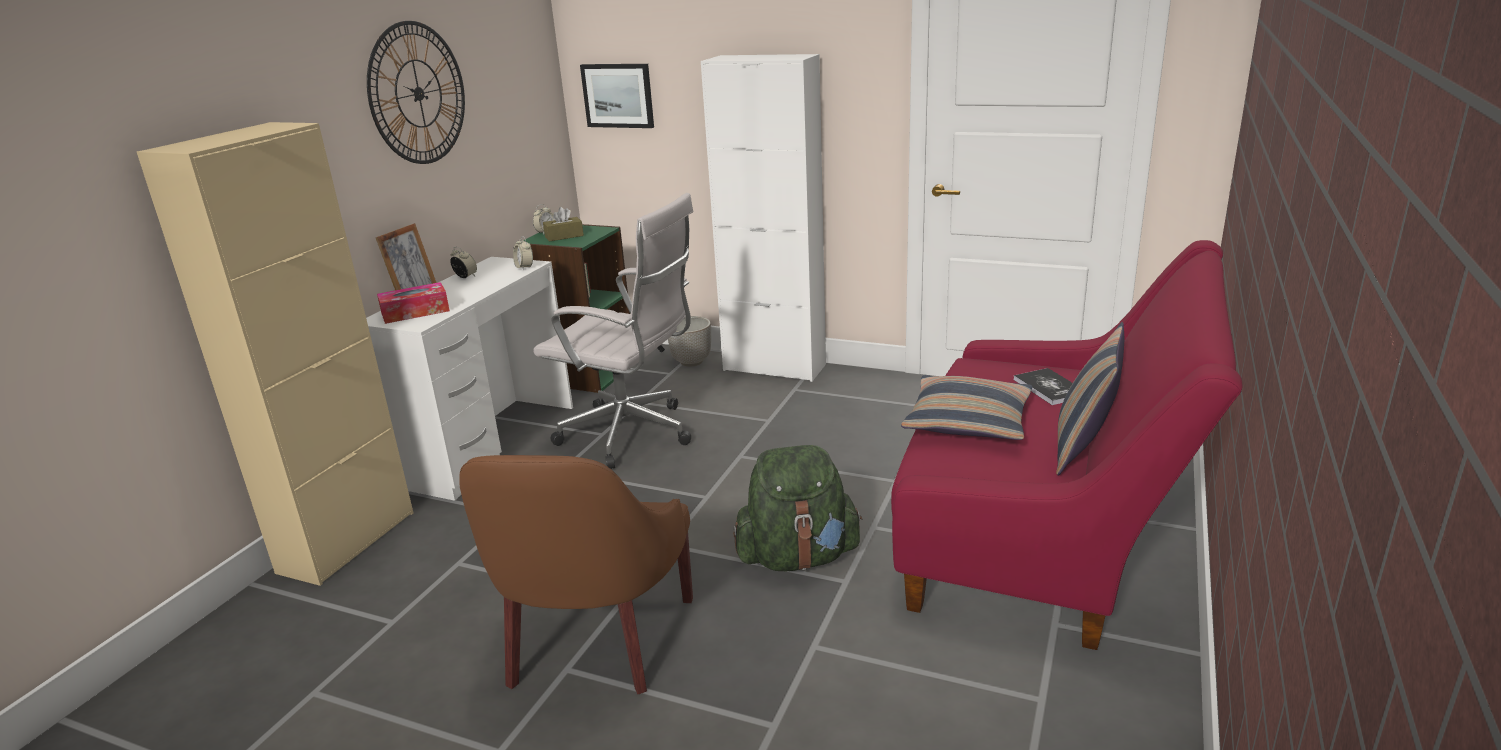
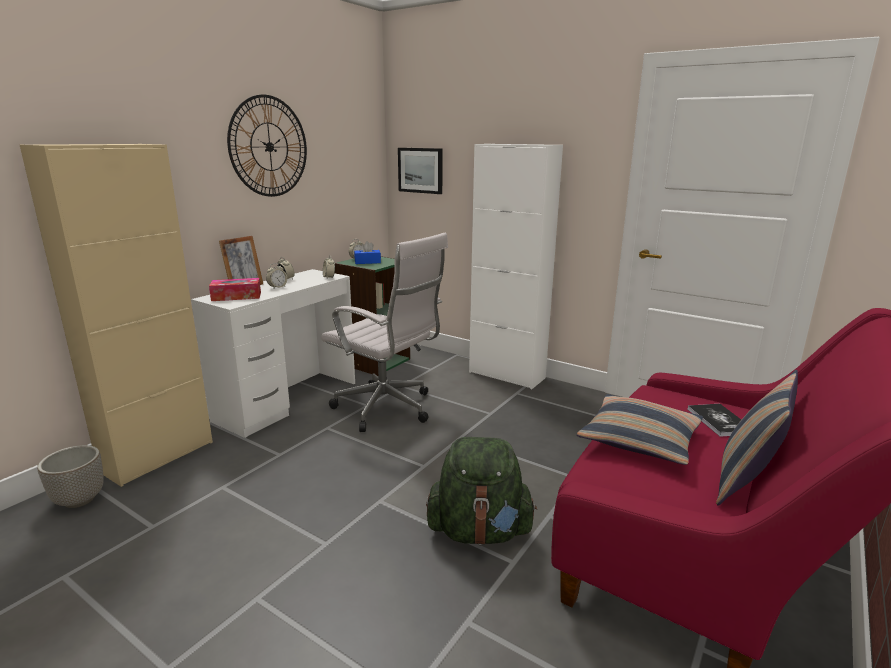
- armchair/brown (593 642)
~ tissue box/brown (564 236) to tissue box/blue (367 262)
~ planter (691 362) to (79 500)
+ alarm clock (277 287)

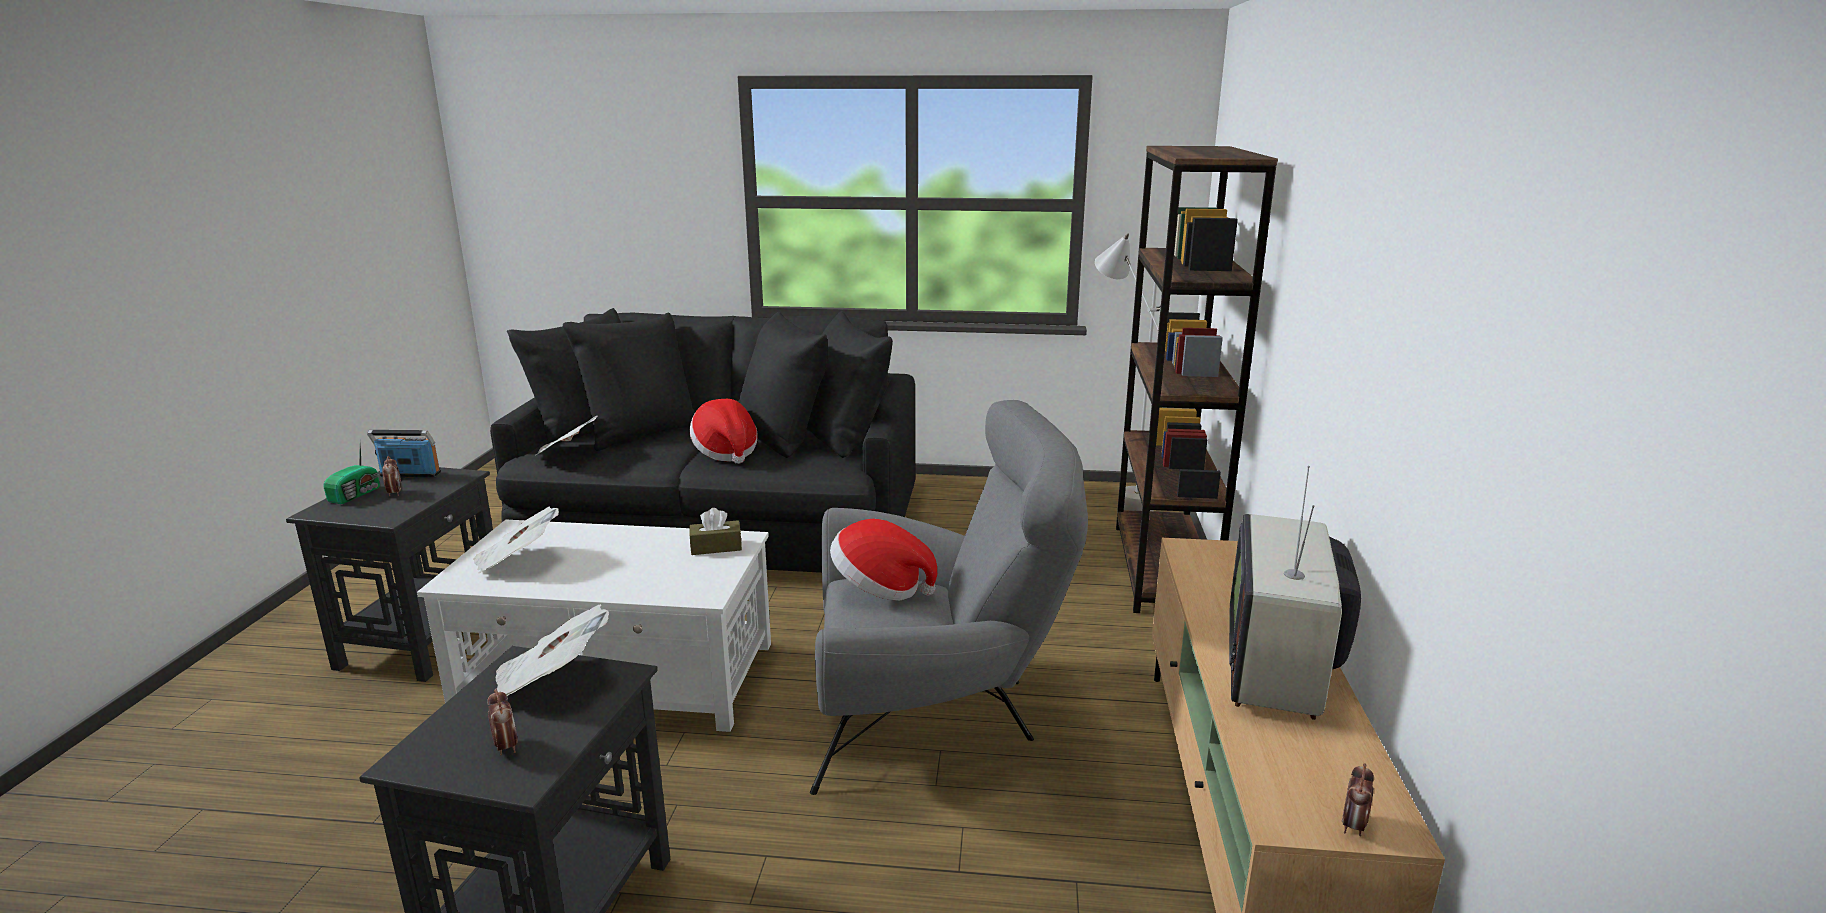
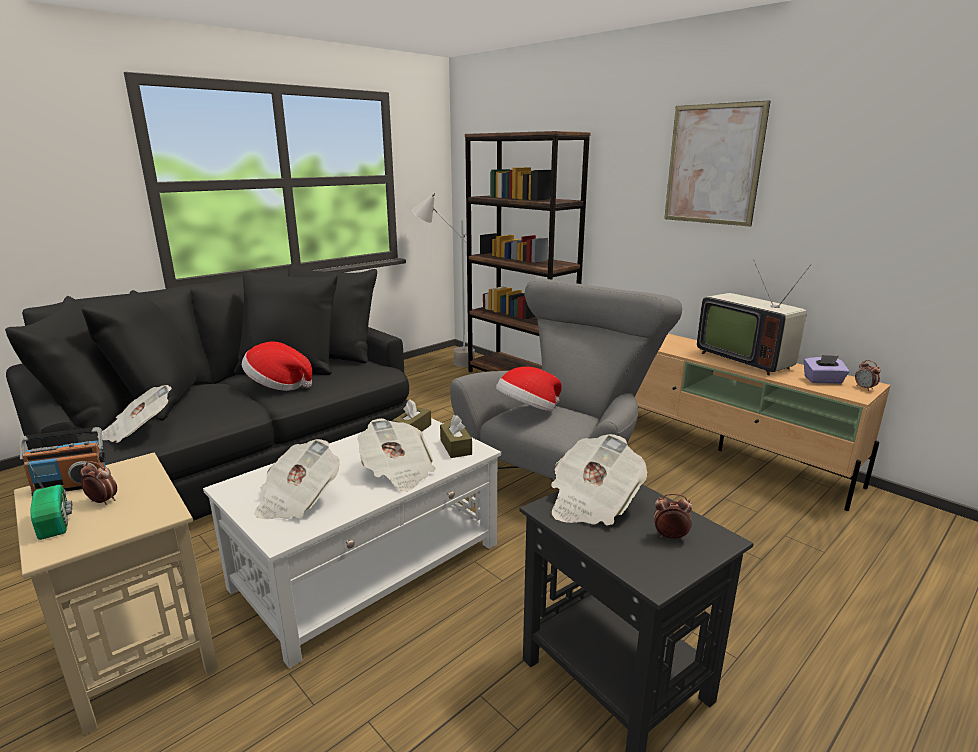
~ side table/black (425 639) to side table/beige (139 651)
~ radio (410 475) = (72 486) 150 degrees counterclockwise
+ newspaper (397 472)
+ tissue box/brown (456 447)
+ picture (713 164)
+ tissue box/purple (823 380)

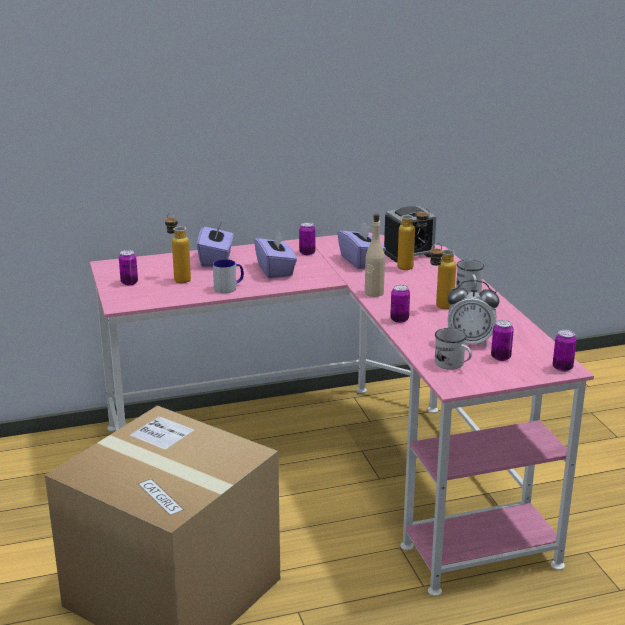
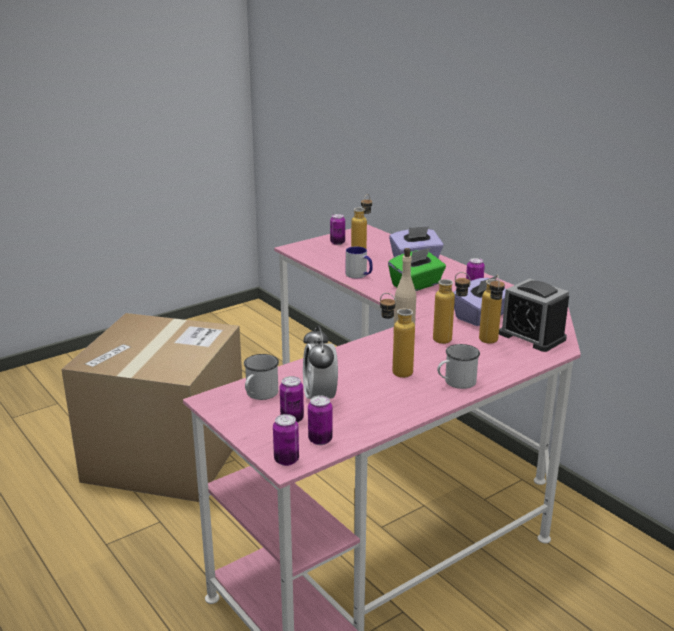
~ tissue box/purple (275 270) to tissue box/green (416 285)
~ can (399 319) to (320 440)
+ bottle (449 342)

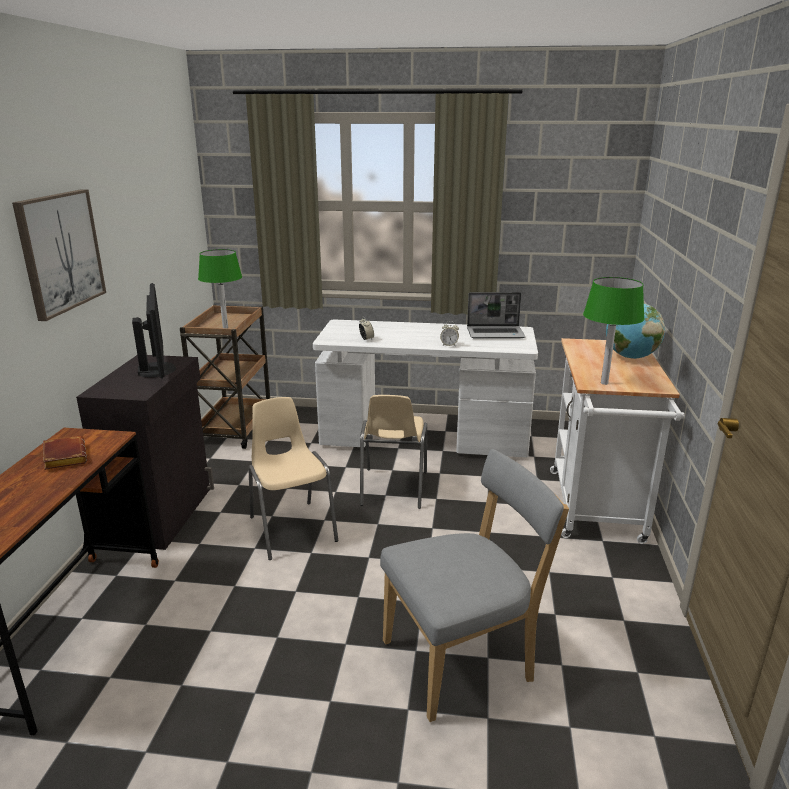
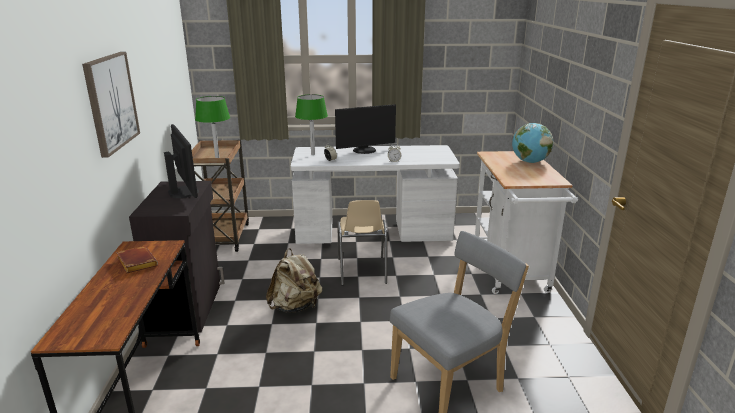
~ chair/beige (292 528) to backpack/beige (295 307)
- laptop (496 333)
~ table lamp/green (604 383) to (313 154)
+ monitor (365 150)

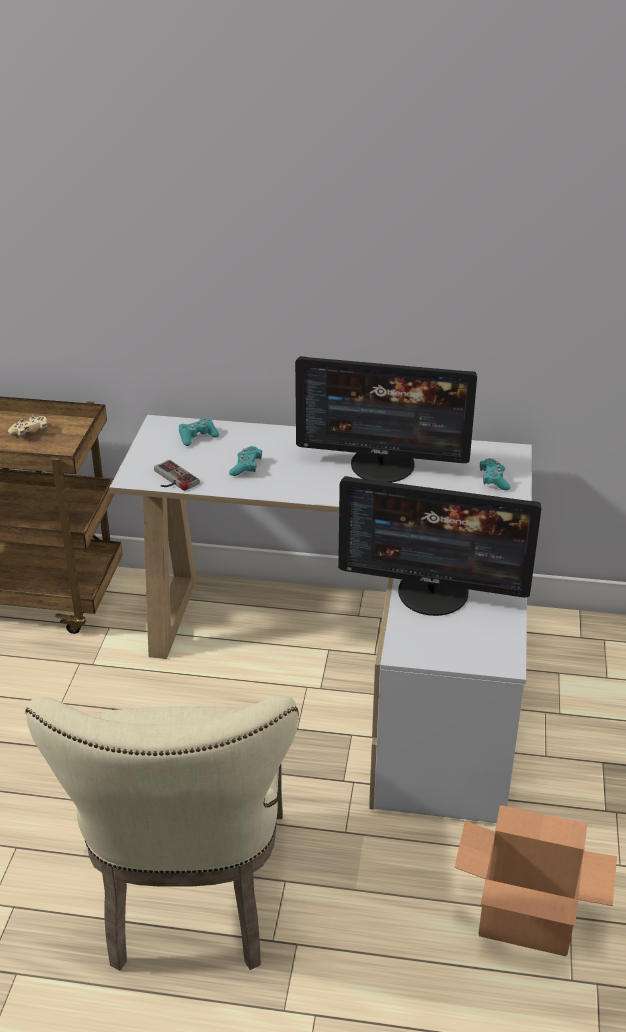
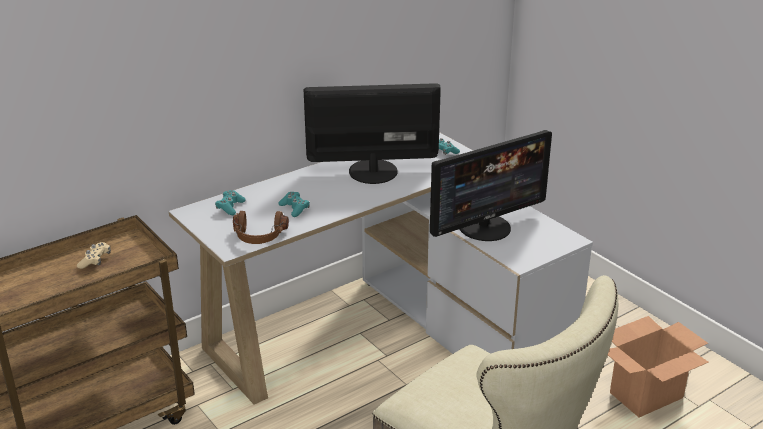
~ game controller (171 479) to headphones/brown (259 237)
~ monitor (383 465) = (372 171) 150 degrees counterclockwise

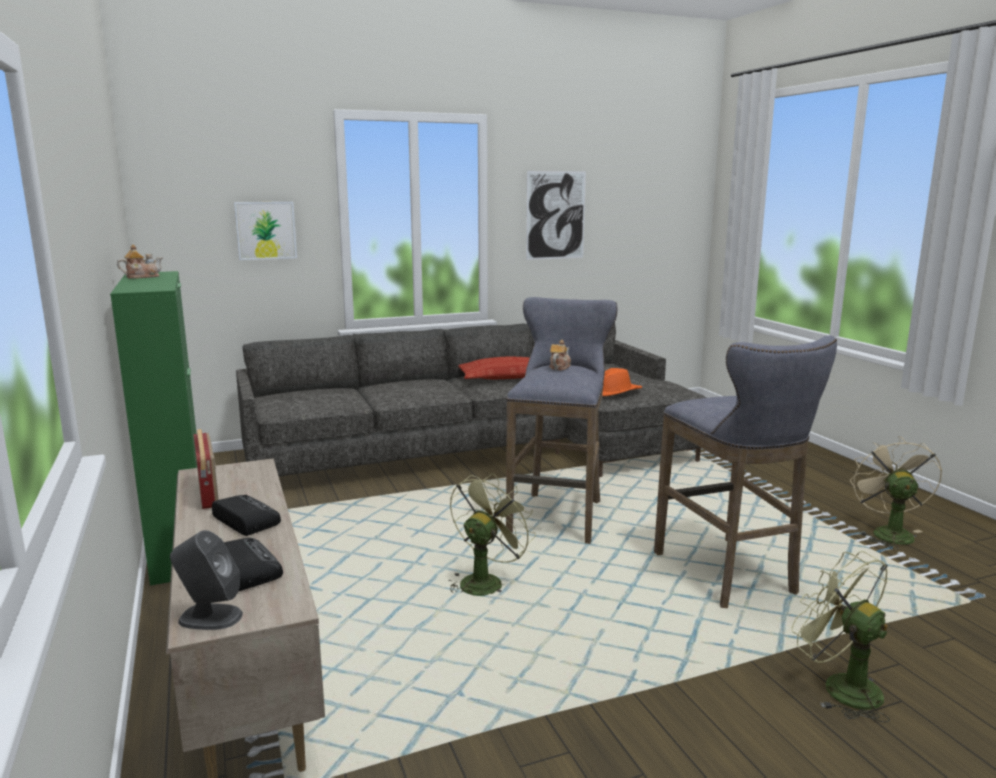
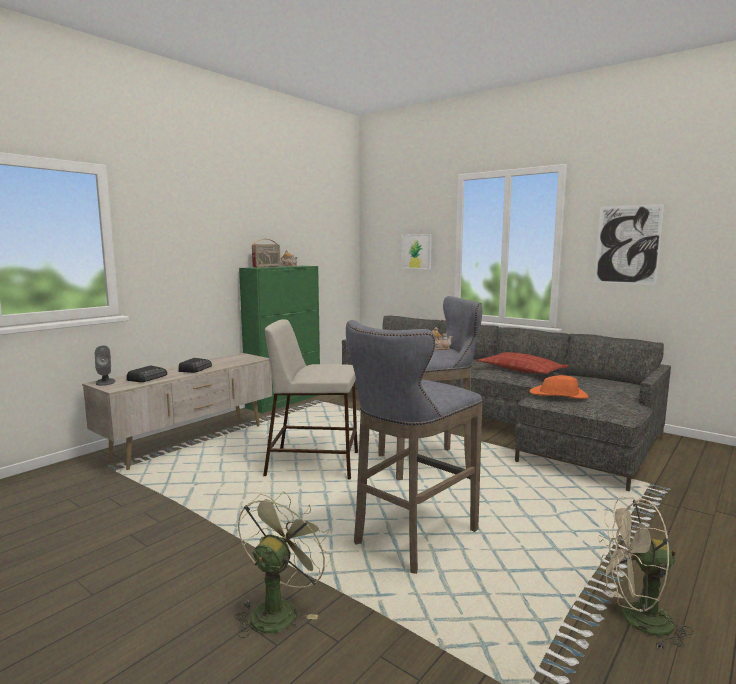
~ radio (209 494) to (267 266)
~ fan/green (485 581) to stool/beige (314 464)
~ fan/beige (887 532) = (636 620) 150 degrees counterclockwise

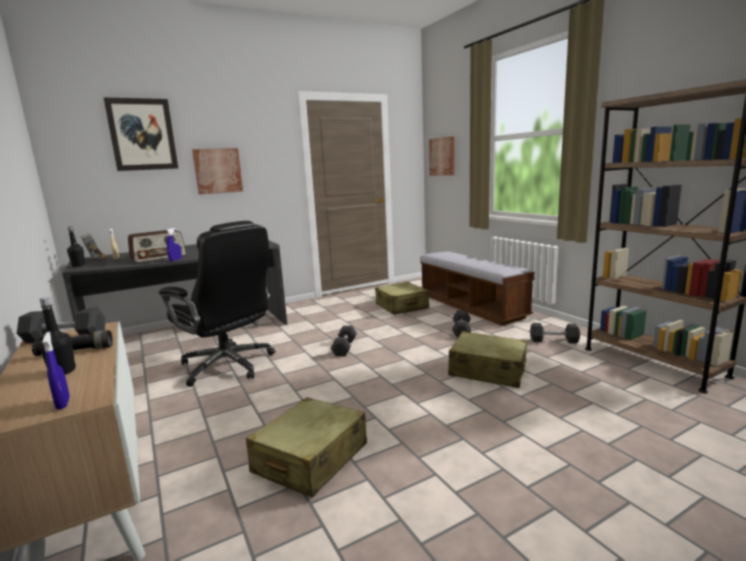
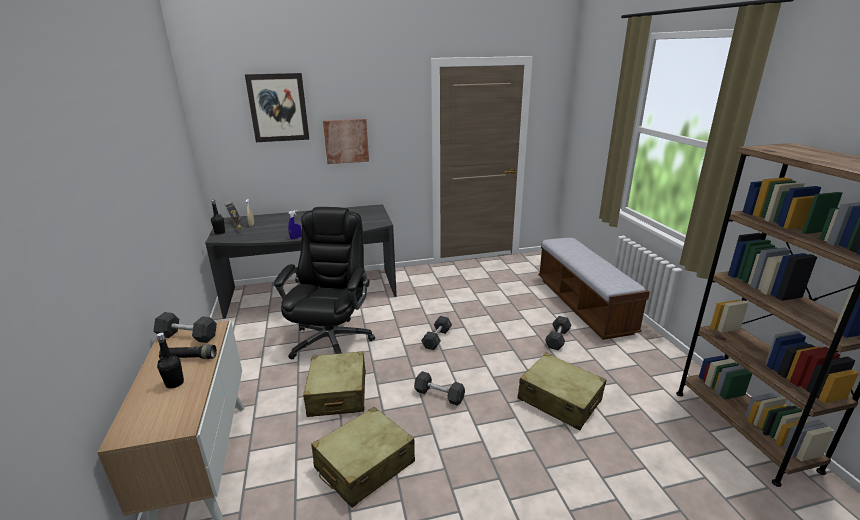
- spray bottle/blue (63 403)
- radio (158 257)
~ office chair/black (228 365) = (332 340) 135 degrees counterclockwise
~ suitcase/beige (401 307) to (338 394)
- picture (442 156)
~ dumbbell/grey (554 340) to (439 395)

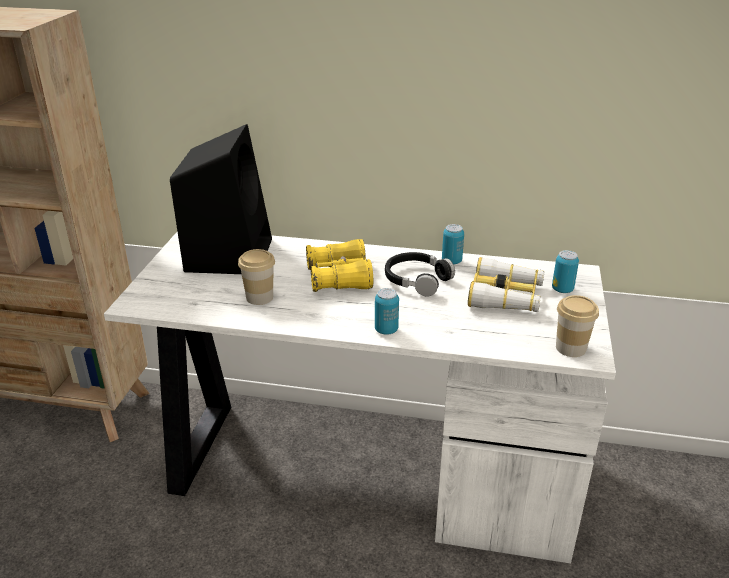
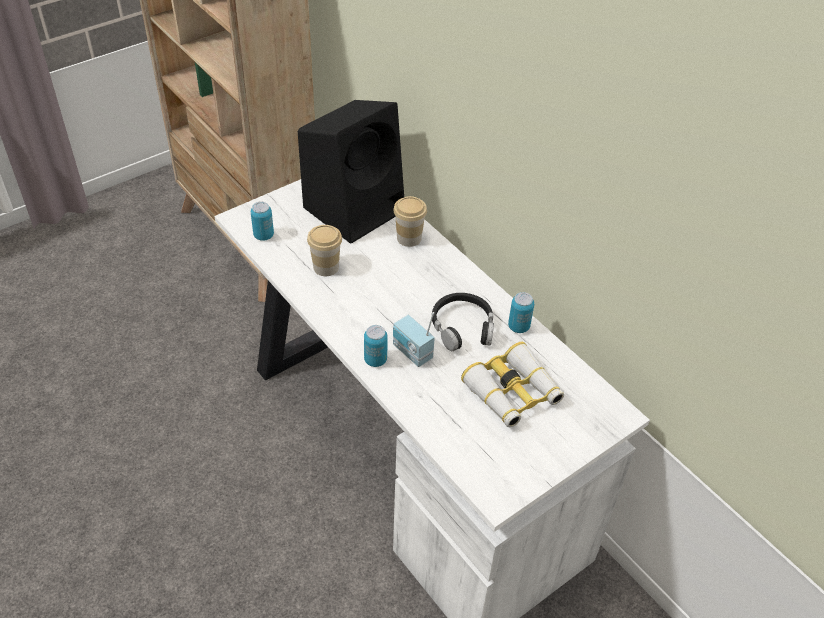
- binoculars/yellow (339 278)
~ can (562 289) to (263 235)
~ cup (570 348) to (409 238)
+ radio (411 353)

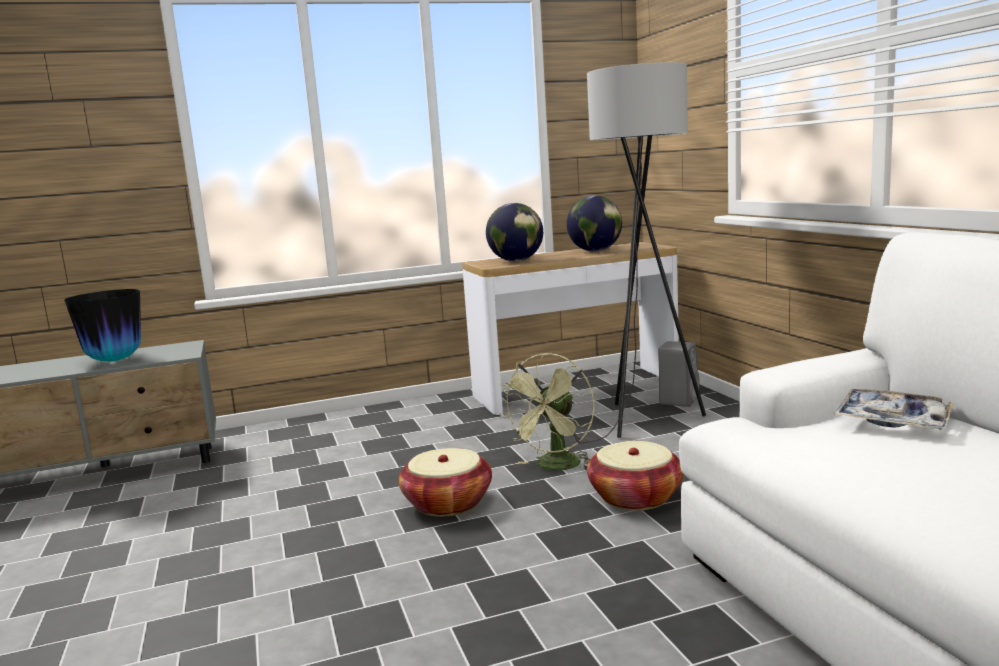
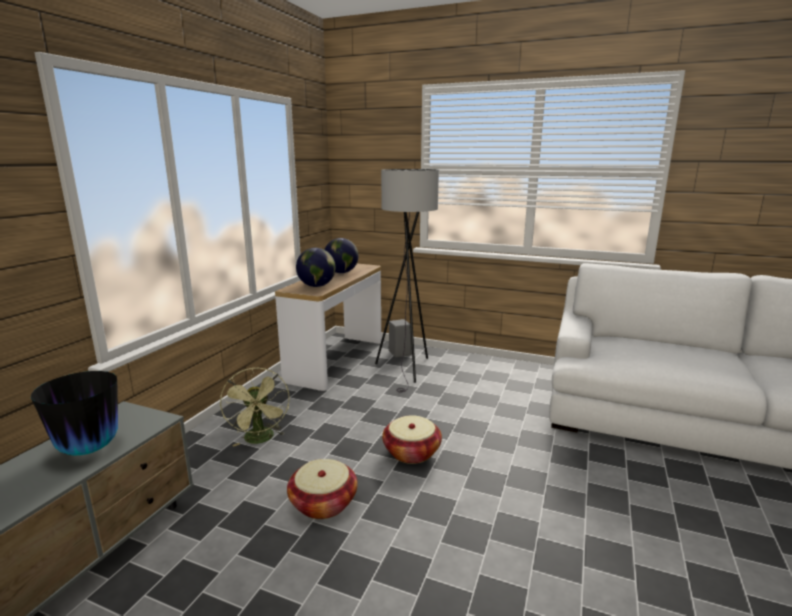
~ fan/green (555 467) to (260 440)
~ basket (635 497) to (323 503)
- tray (893 420)

